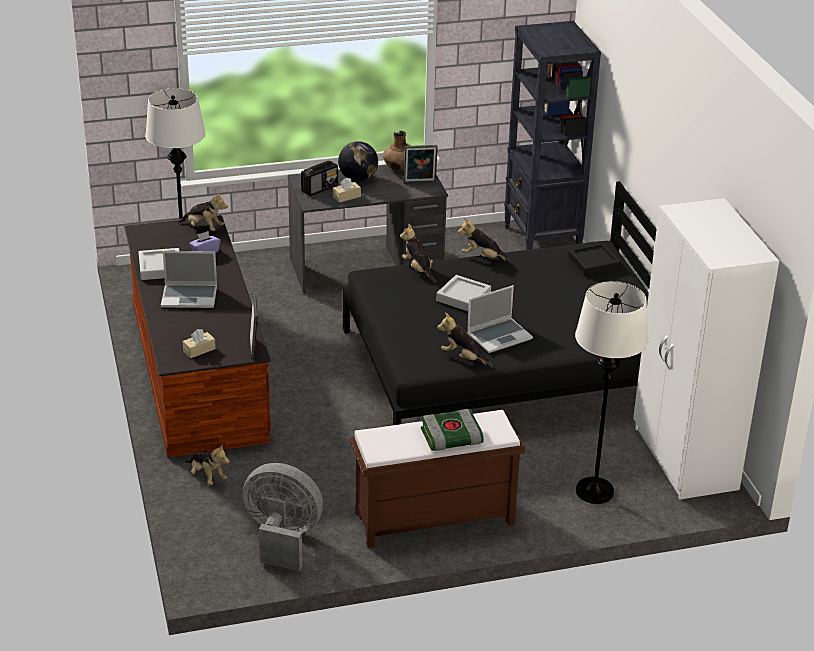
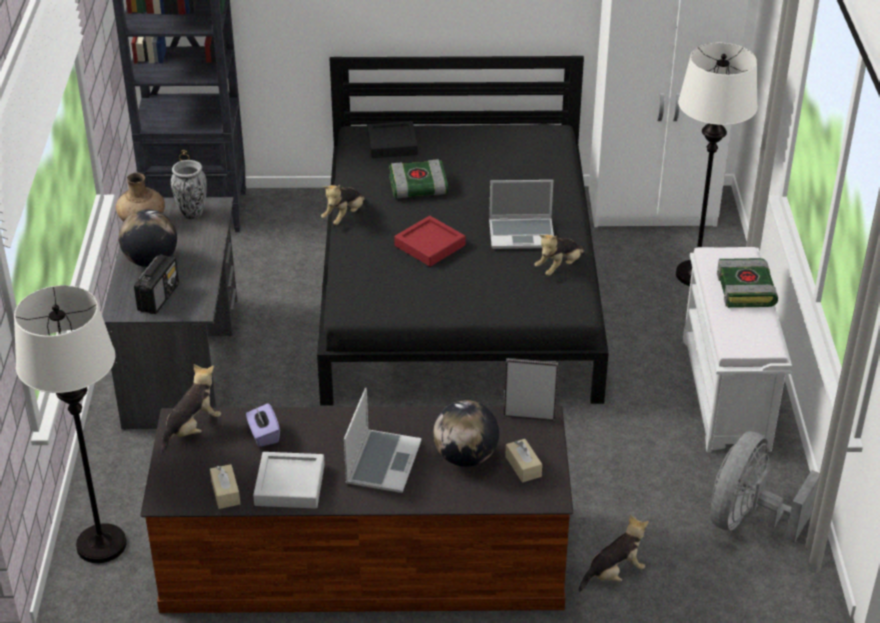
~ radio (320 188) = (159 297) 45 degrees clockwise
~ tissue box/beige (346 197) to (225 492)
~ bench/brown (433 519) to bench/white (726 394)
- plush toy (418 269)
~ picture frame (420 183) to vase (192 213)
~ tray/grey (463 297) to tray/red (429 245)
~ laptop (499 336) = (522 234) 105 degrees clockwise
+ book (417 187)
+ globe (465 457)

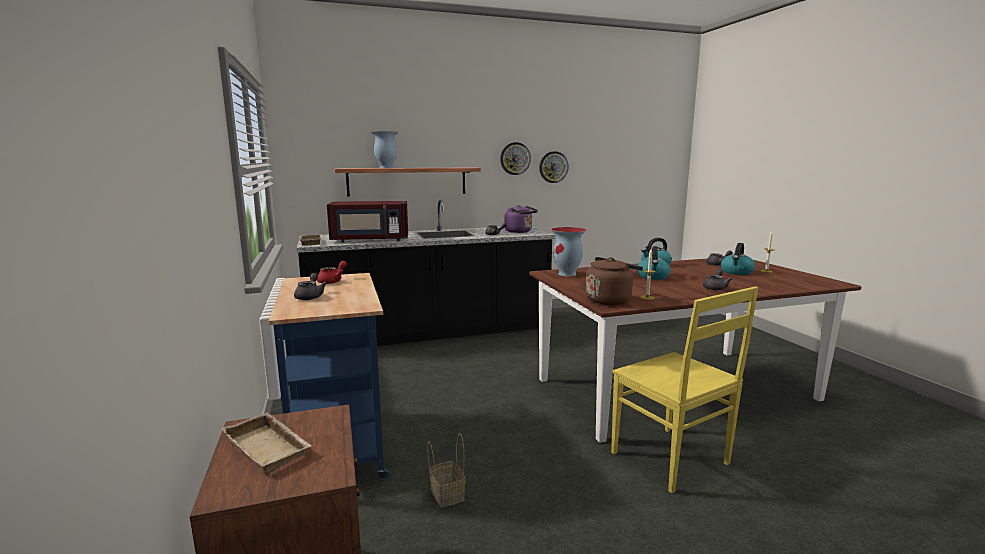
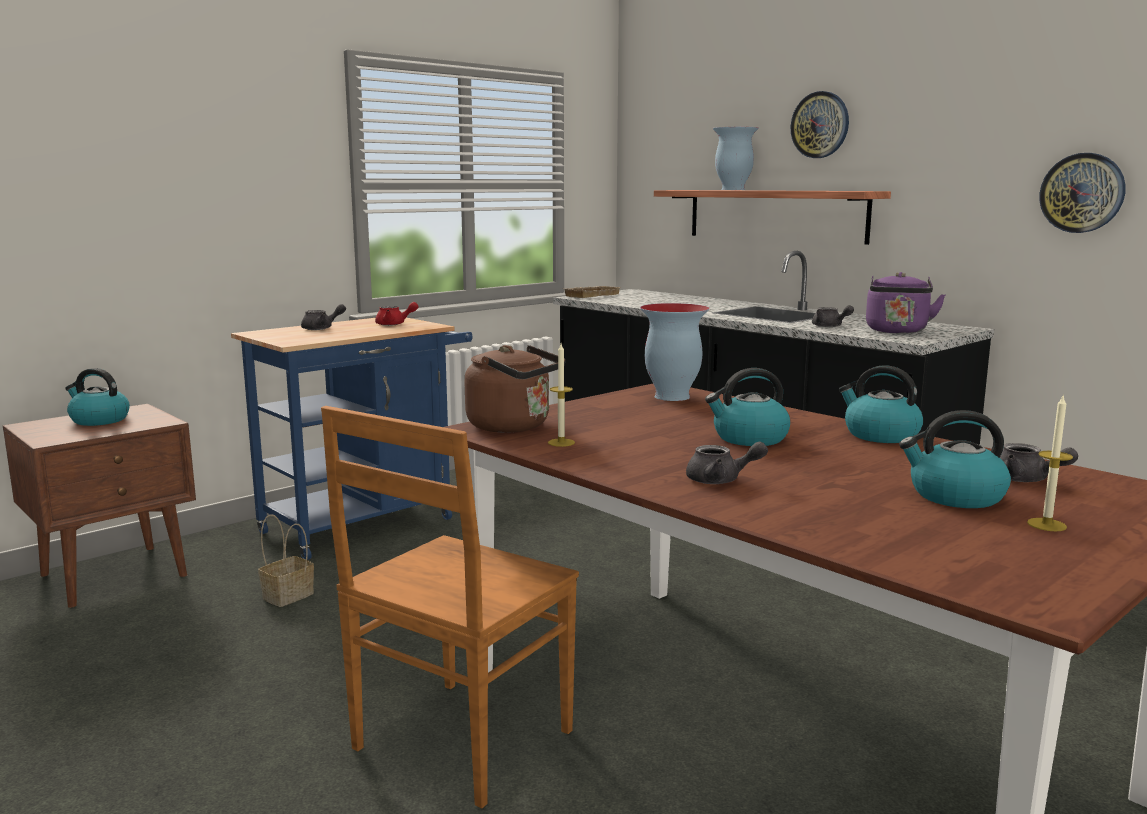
~ tray/beige (270 447) to kettle (98 420)
- microwave/red (370 240)
~ wall clock (515 158) to (820 125)
~ chair/yellow (672 460) to chair/brown (459 742)

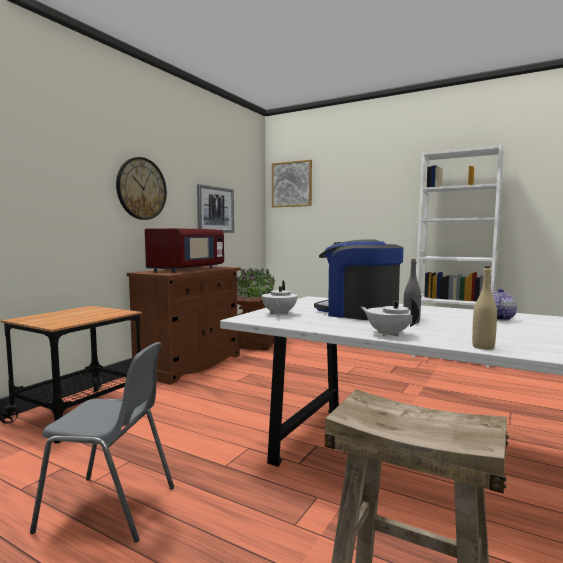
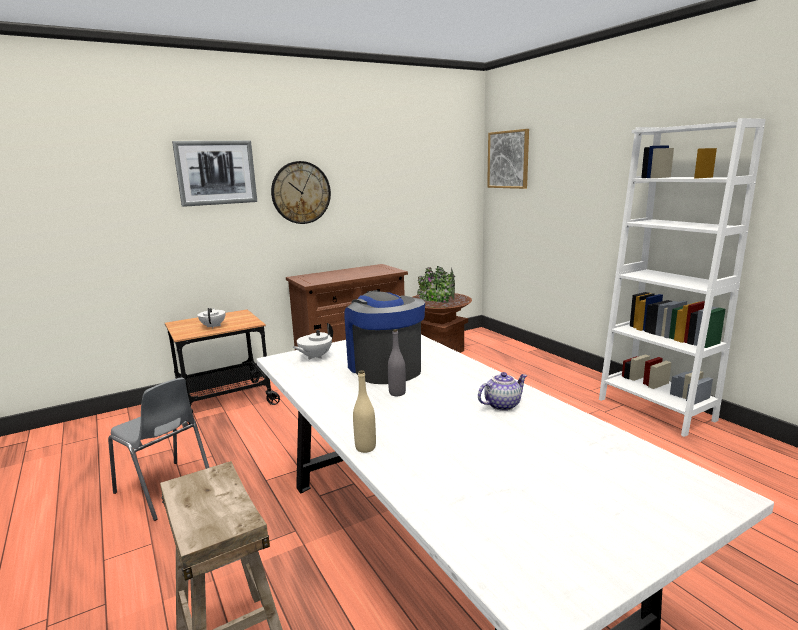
- microwave/red (186 270)
~ picture (215 210) to (216 173)
~ teapot/white (388 334) to (213 326)

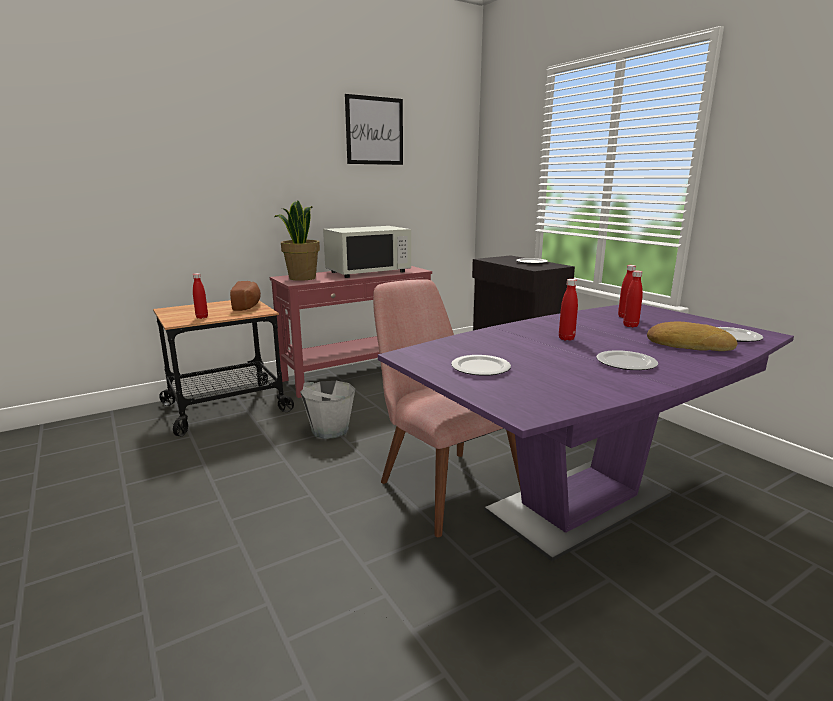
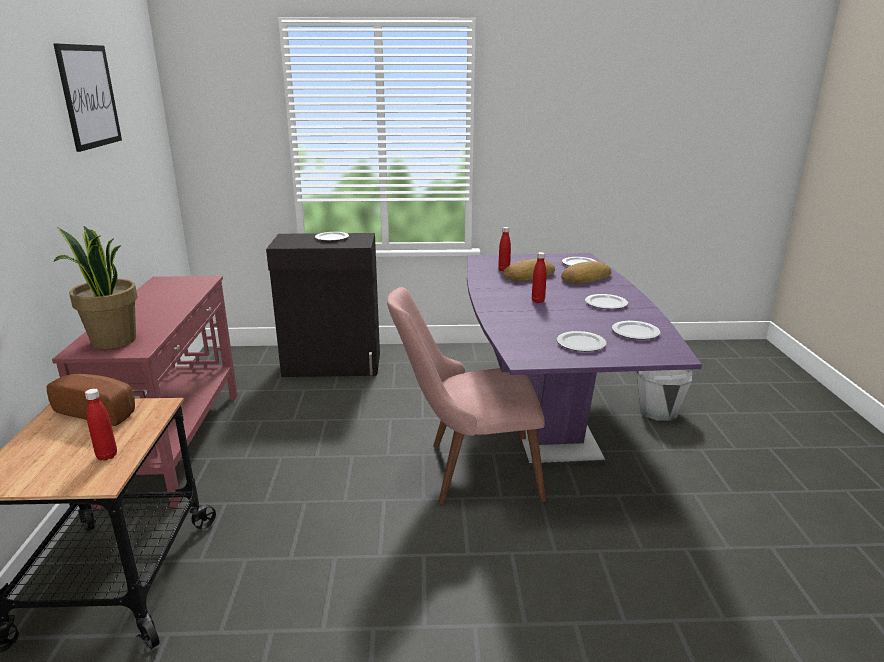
~ bucket/grey (329 430) to (658 411)
- microwave/white (368 272)
~ bottle/red (630 326) to bread (527 276)
+ plate (634 332)

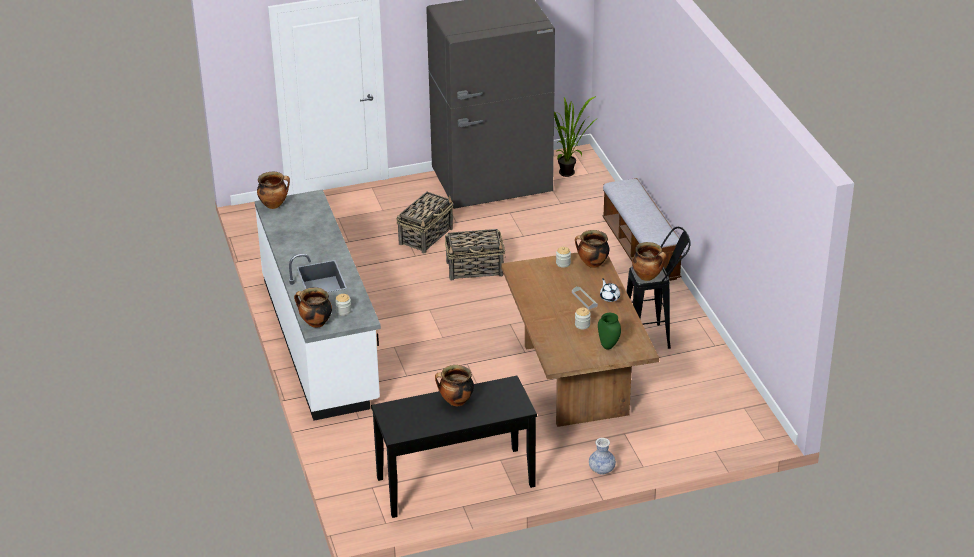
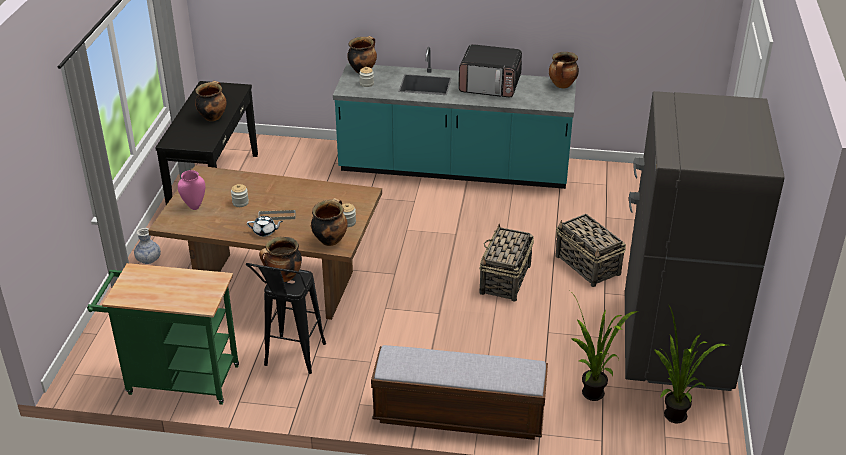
~ counter/white (321 340) to counter/turquoise (454 168)
~ vase/green (608 347) to vase/pink (194 206)
+ cart/green (176 380)
+ microwave (490 86)
+ potted plant (592 398)

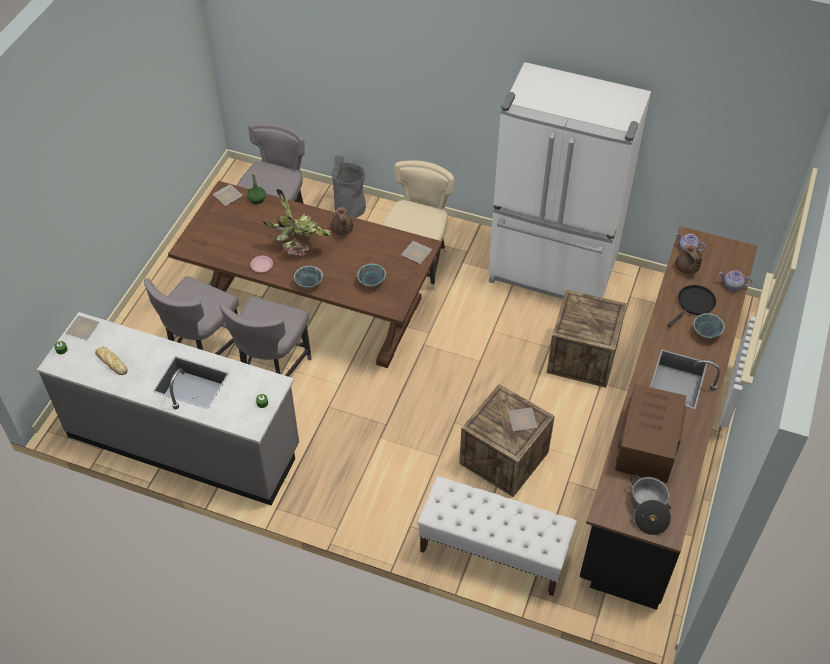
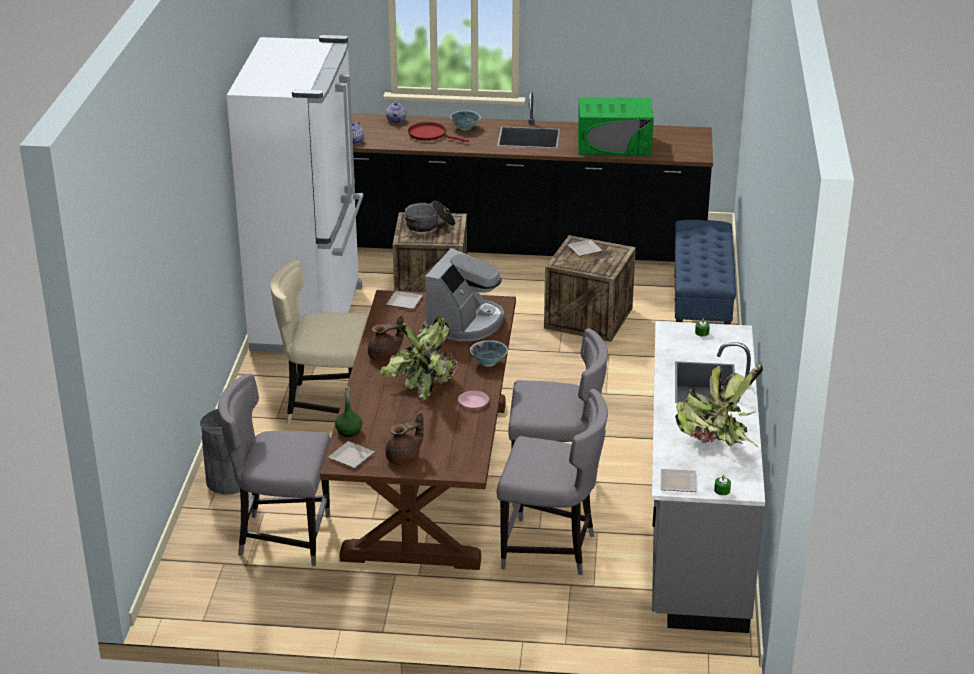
~ bread (111 362) to potted plant (715 446)
~ bowl (372 282) to coffee machine (465 323)
~ bench/white (493 551) to bench/blue (700 311)
~ microwave/brown (647 445) to microwave/green (614 144)
~ cooking pot (648 510) to (429 225)
~ frying pan/black (694 304) to frying pan/red (430 135)
~ teapot/brown (686 269) to (404 458)

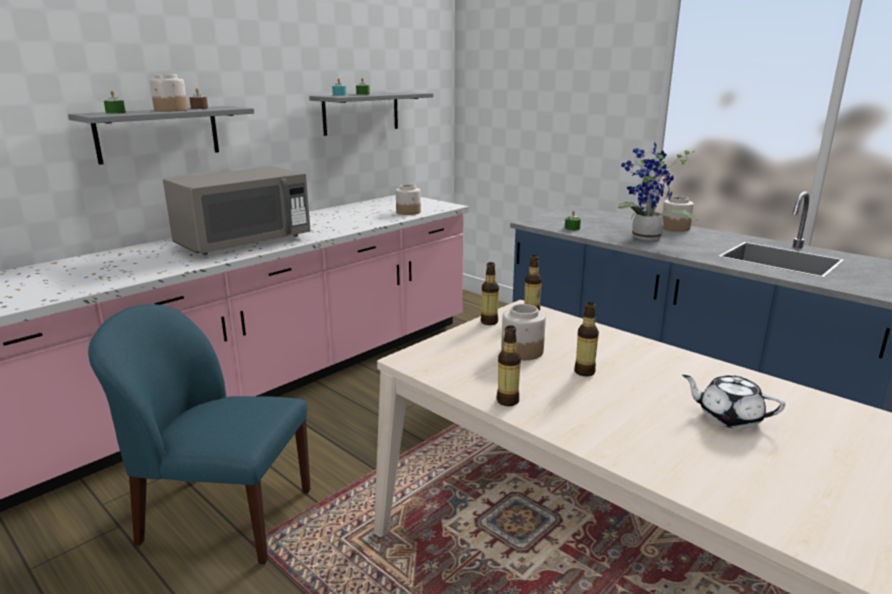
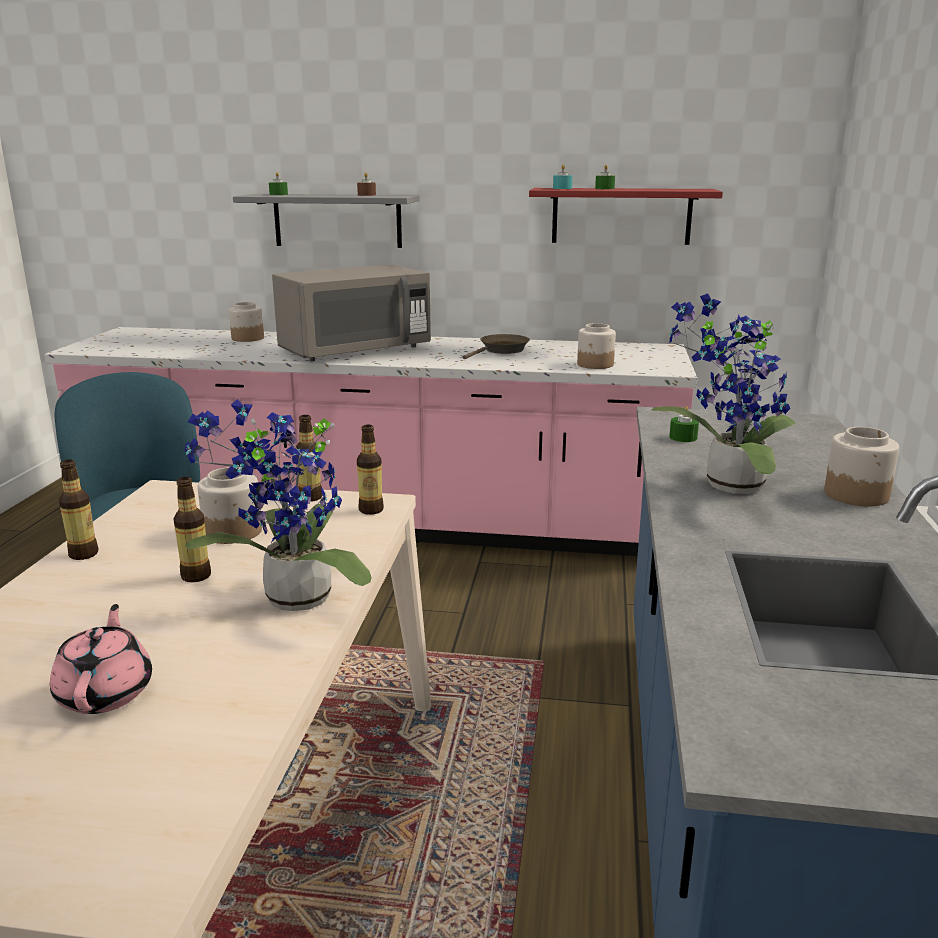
~ jar (171 110) to (247 338)
~ microwave/grey (244 243) = (355 351) 45 degrees counterclockwise
~ shelf/grey (361 113) to shelf/red (621 216)
~ teapot/white (728 417) to teapot/pink (106 692)
+ potted plant (291 602)
+ frying pan/brown (501 350)

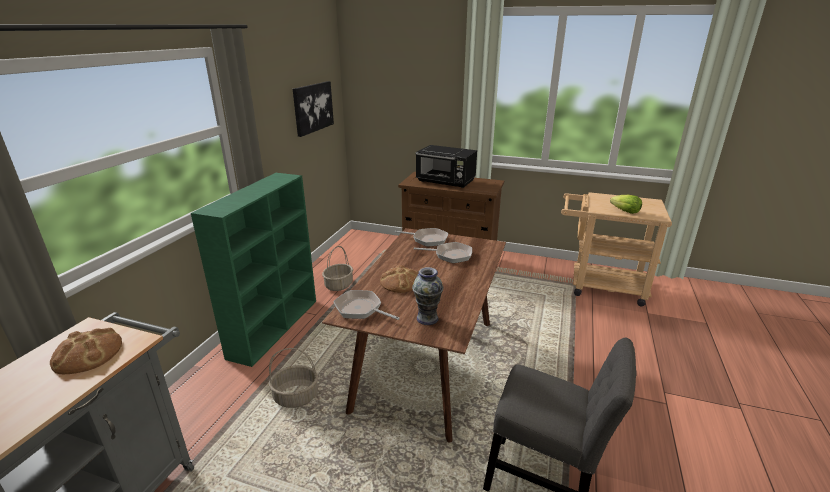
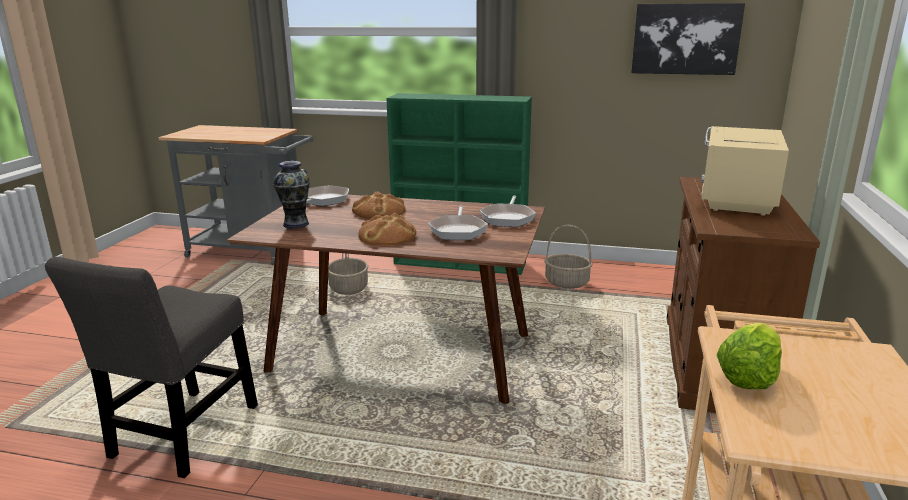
~ bread (87 353) to (387 236)
~ microwave/black (446 182) to microwave/beige (735 200)

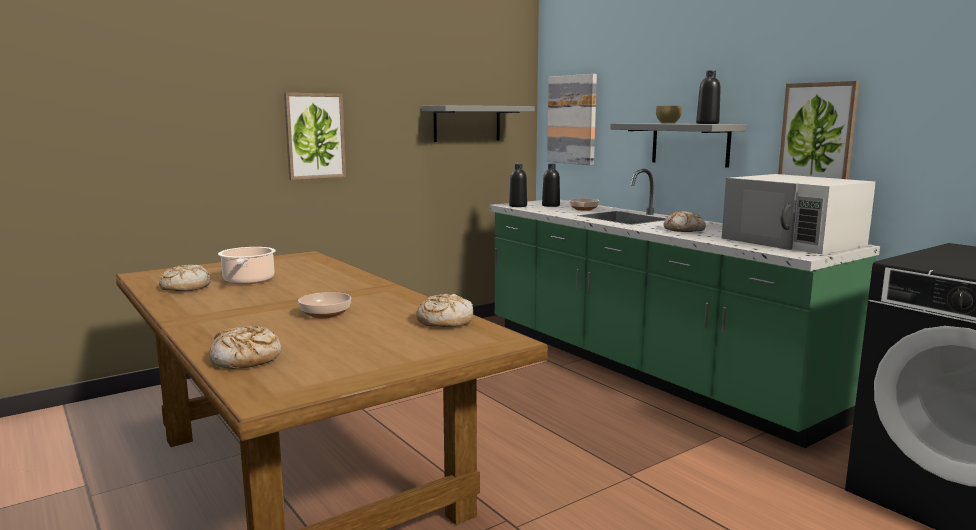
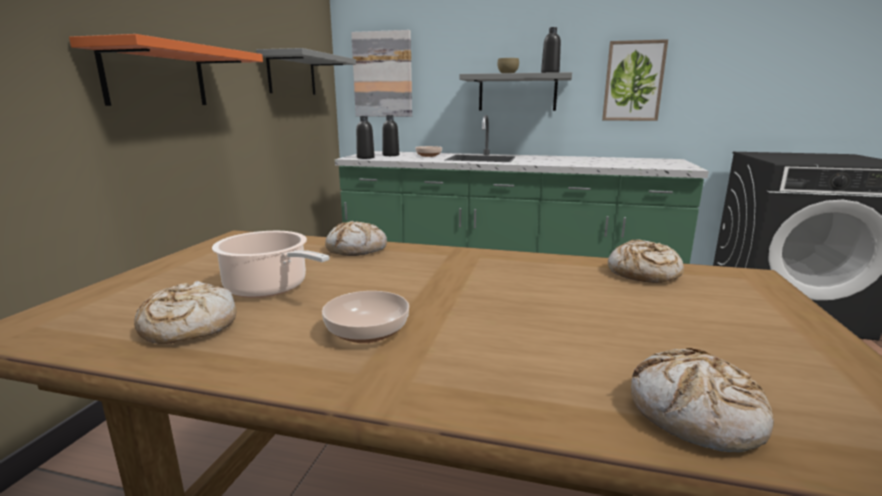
~ picture (315 136) to shelf/orange (156 76)
~ bowl (325 314) to (368 331)
~ bread (684 230) to (357 249)
- microwave/white (794 241)

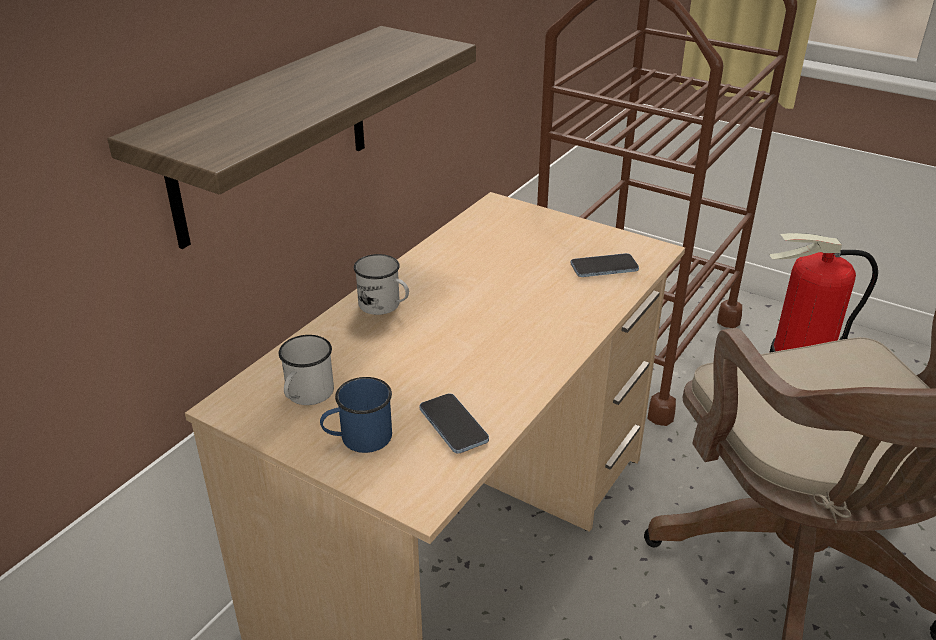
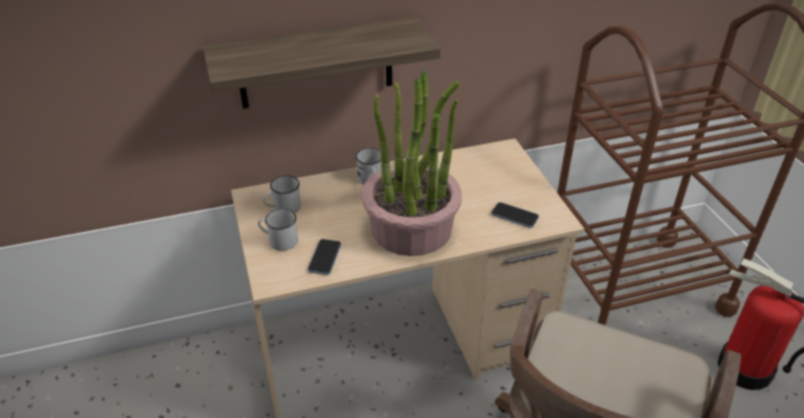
~ mug/blue (358 439) to mug/white (279 240)
+ potted plant (412 229)

